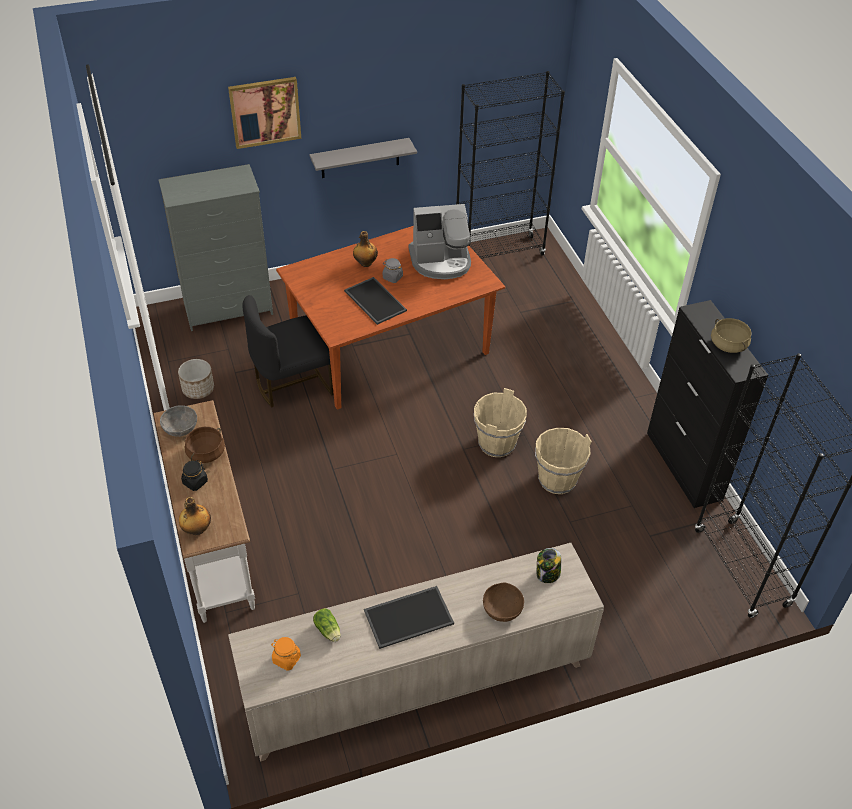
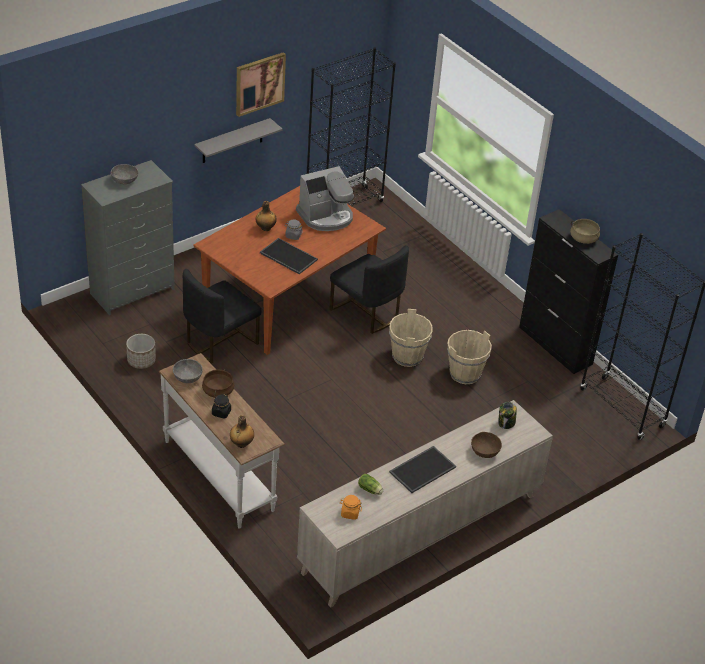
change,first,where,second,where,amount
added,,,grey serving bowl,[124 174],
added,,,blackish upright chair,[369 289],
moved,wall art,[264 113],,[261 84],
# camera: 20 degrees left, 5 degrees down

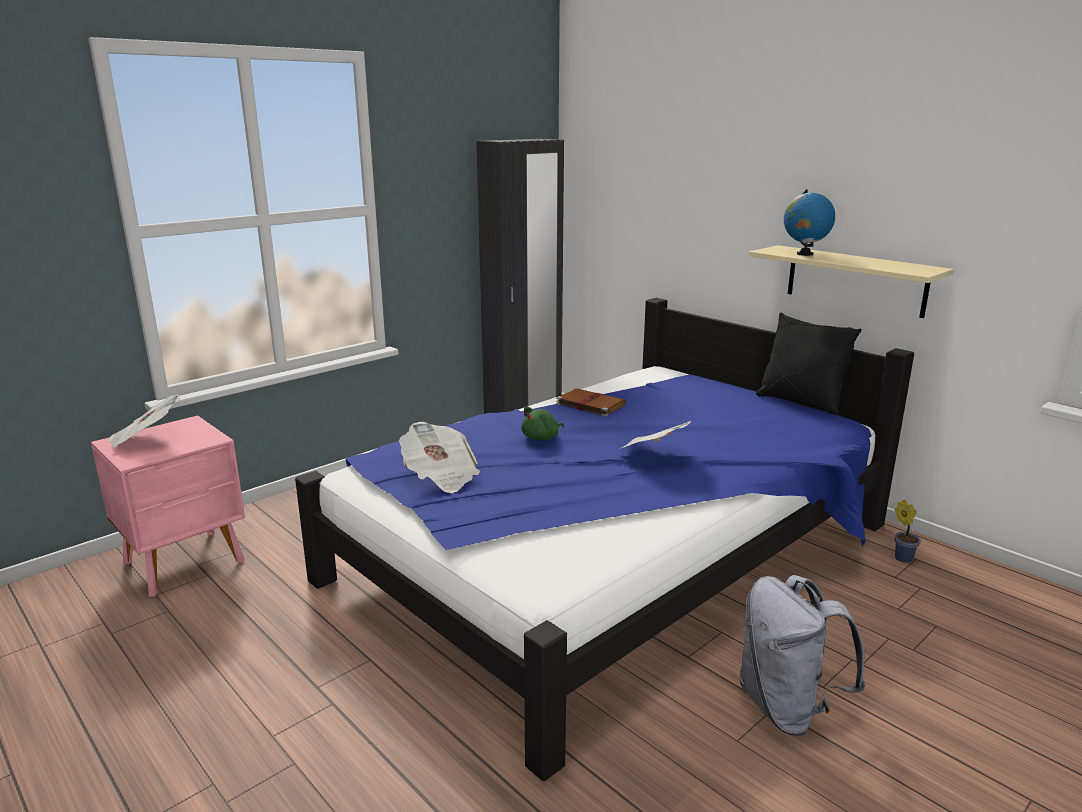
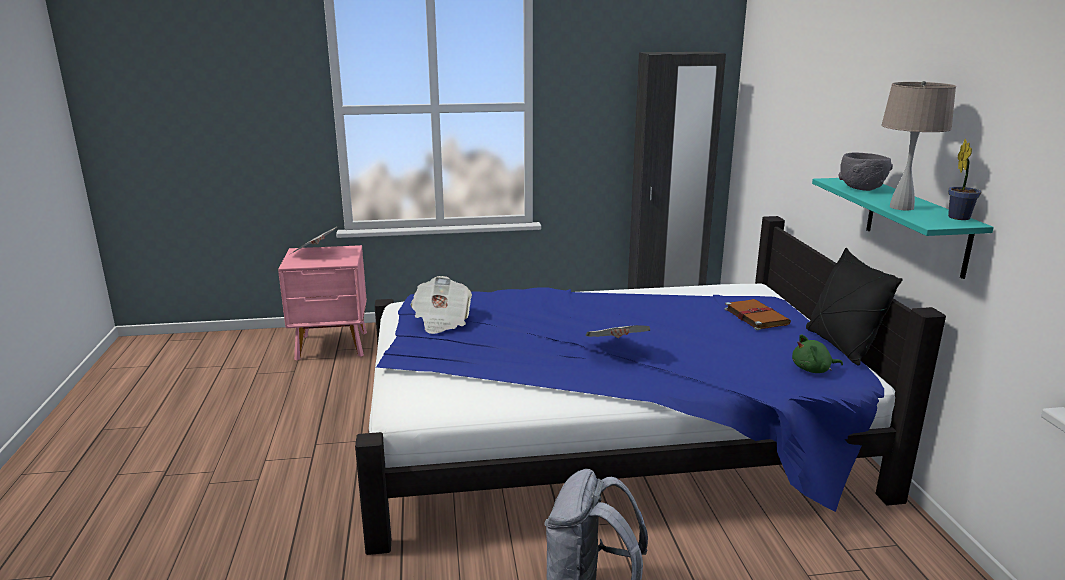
change,first,where,second,where,amount
added,,,sand-coloured lamp for a table,[918 145],
moved,greenish plush toy,[542 423],,[817 354],
moved,brown-coloured bound book,[591 402],,[757 314],
moved,potted plant,[907 531],,[964 179],
replaced,world globe,[809 222],grey serving bowl,[865 172],
recoloured,sand-coloured bracket shelf,[851 281],turquoise bracket shelf,[903 228],
# camera: 35 degrees right, 0 degrees up

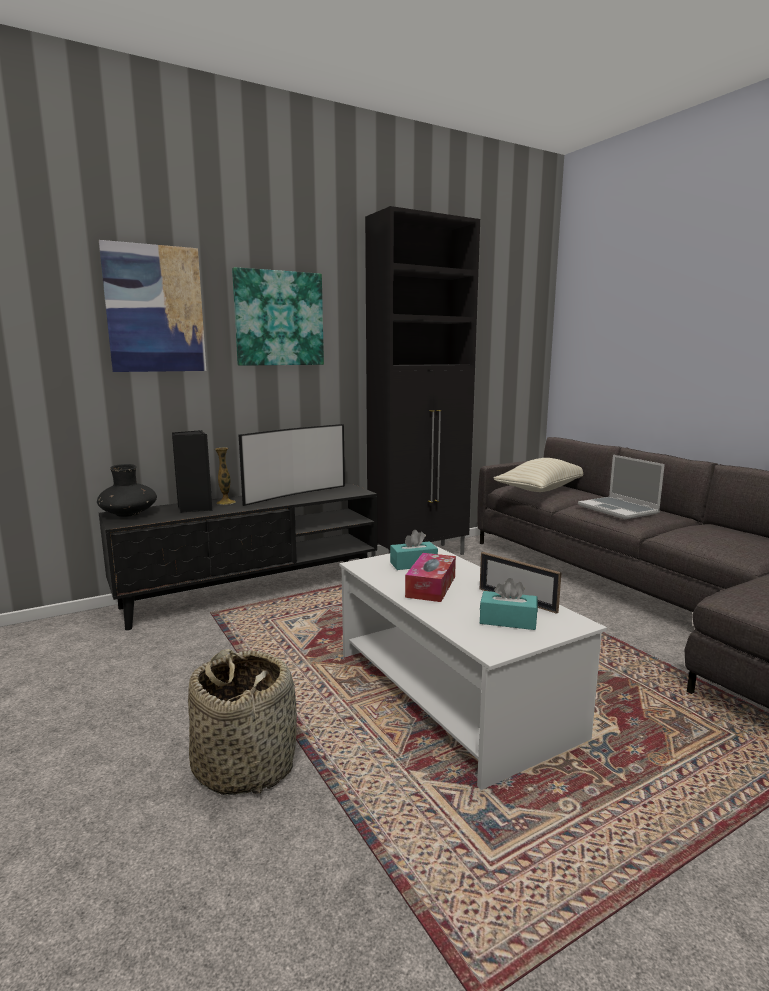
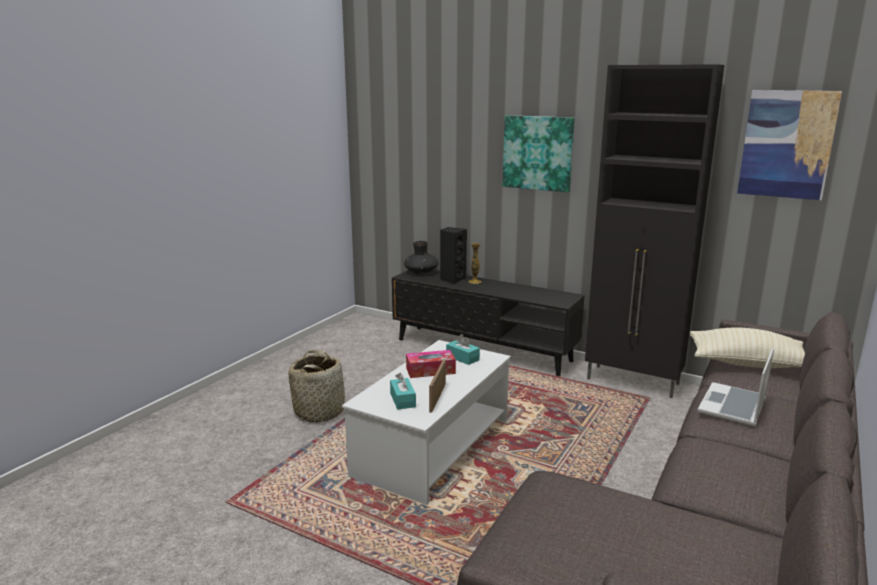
change,first,where,second,where,amount
removed,TV set,[292 465],,,
moved,wall art,[152 306],,[789 145],
# camera: 60 degrees right, 5 degrees up

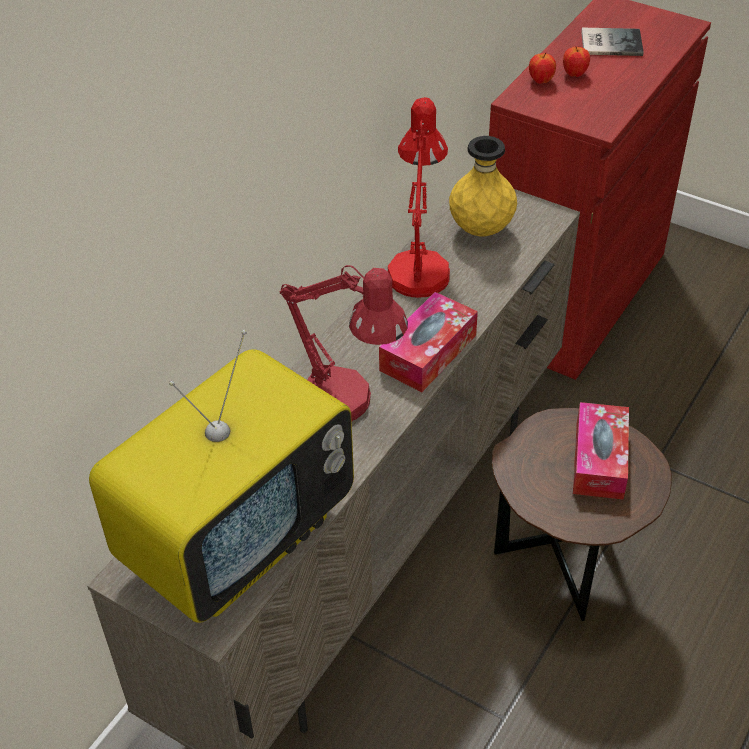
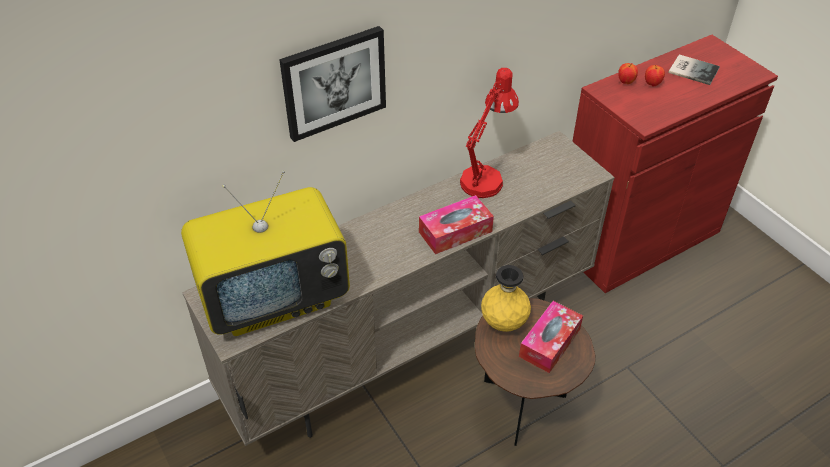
change,first,where,second,where,amount
removed,red lamp for a table,[344 343],,,
added,,,wall art,[332 84],
moved,yellow flower vase,[483 186],,[506 298],
# camera: 25 degrees right, 0 degrees up

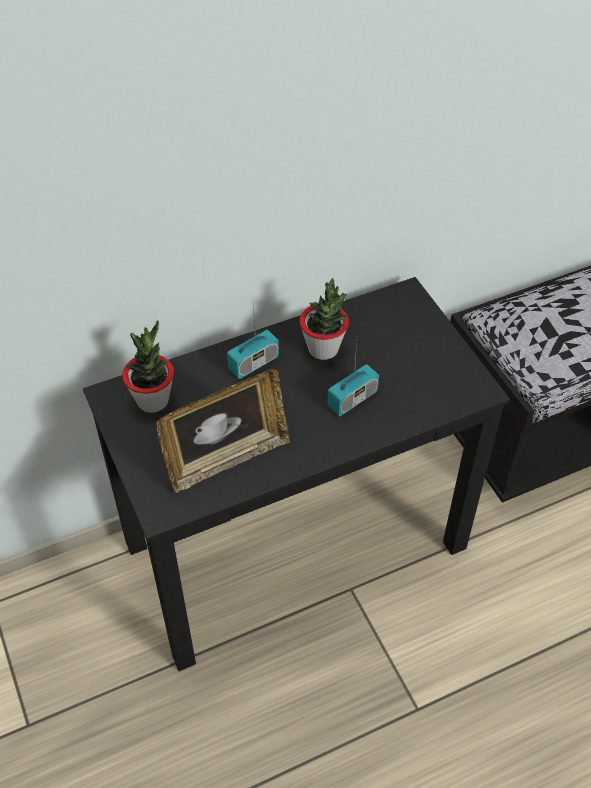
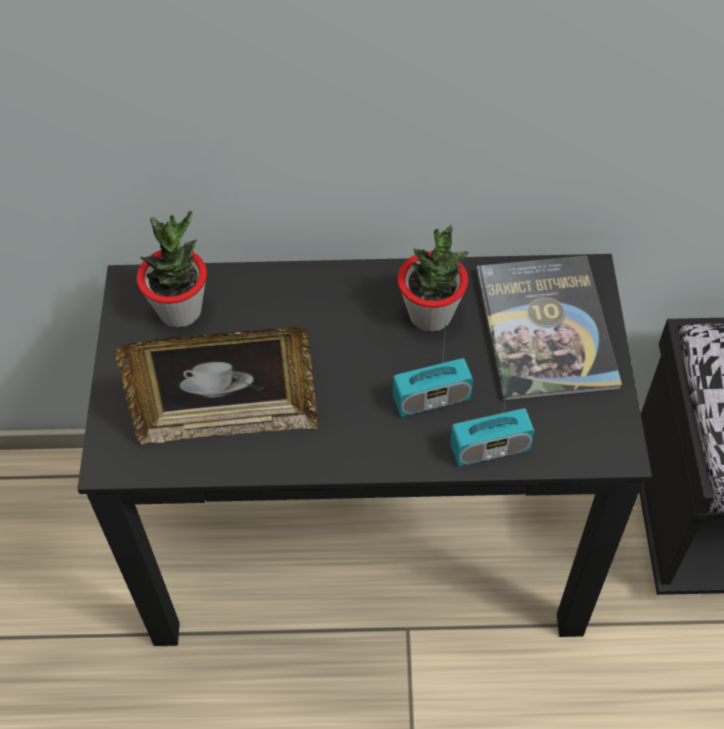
change,first,where,second,where,amount
added,,,bound book,[549 328],
moved,radio set,[253 339],,[492 419],
# camera: 25 degrees right, 5 degrees up

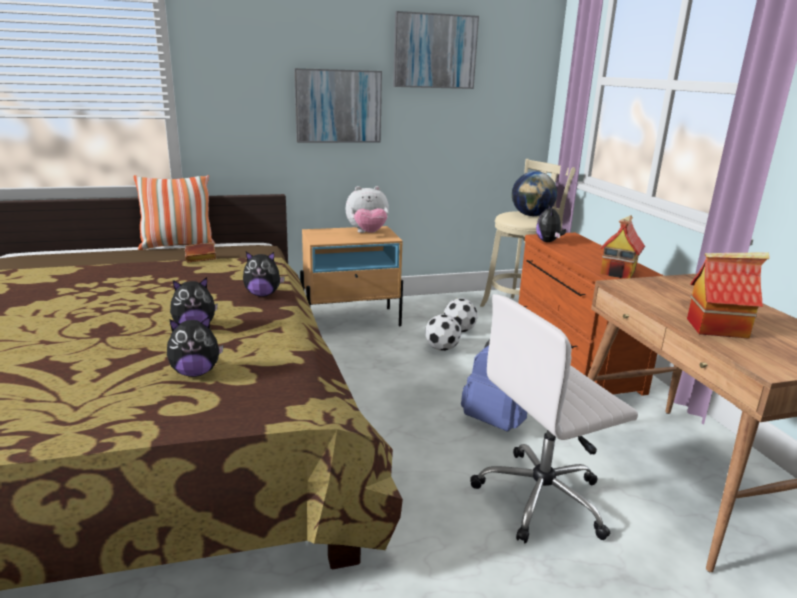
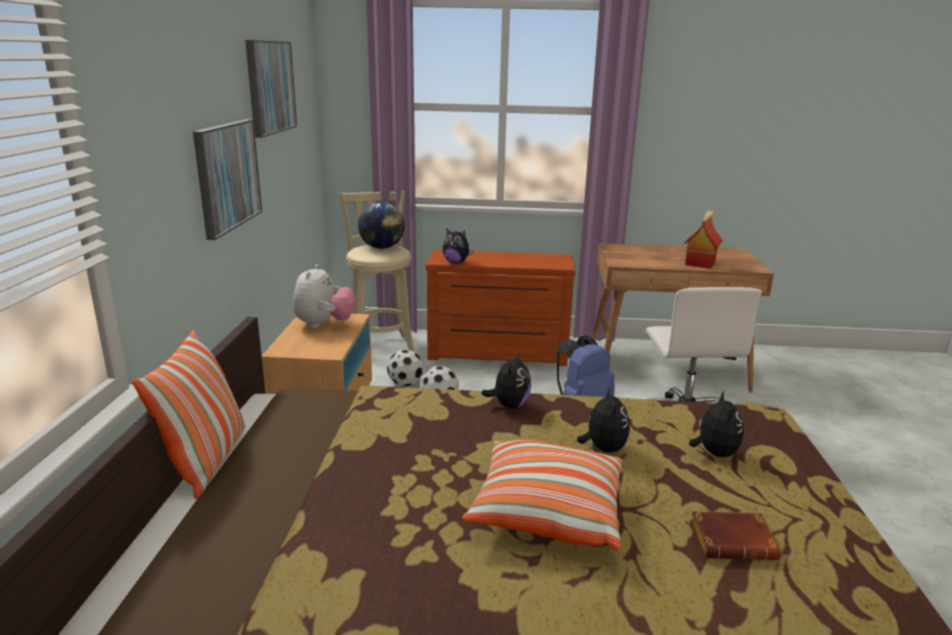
change,first,where,second,where,amount
removed,toy house,[622 247],,,
added,,,cushion,[542 495],
moved,brown-coloured bound book,[200 252],,[735 535],
# camera: 70 degrees left, 0 degrees up

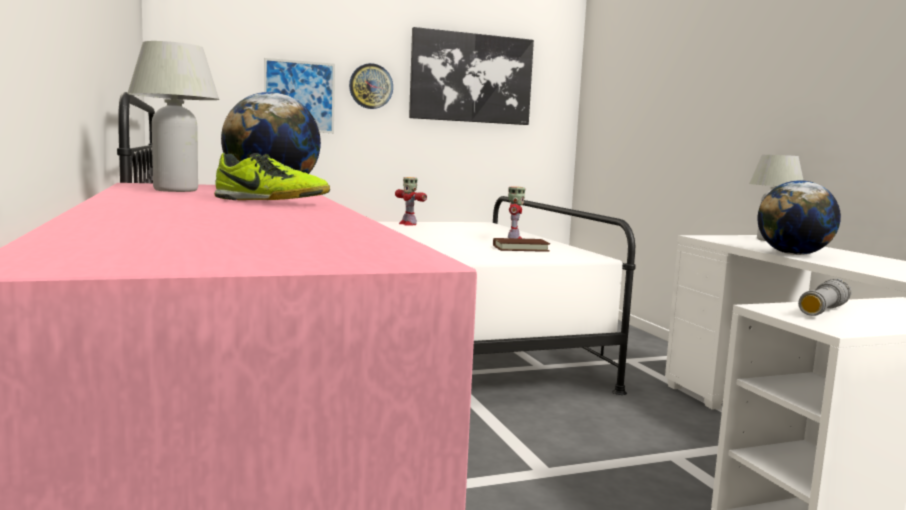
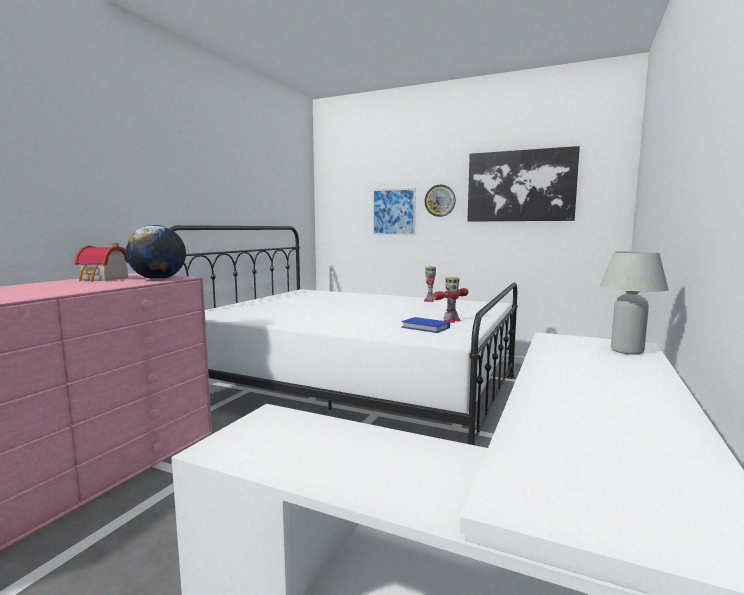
change,first,where,second,where,amount
removed,item of footwear,[272 176],,,
removed,world globe,[799 217],,,
removed,grey flashlight,[825 297],,,
replaced,white lamp for a table,[173 116],toy house,[101 262],
recoloured,brown-coloured bound book,[521 245],bluish bound book,[425 325],
# camera: 45 degrees right, 0 degrees up

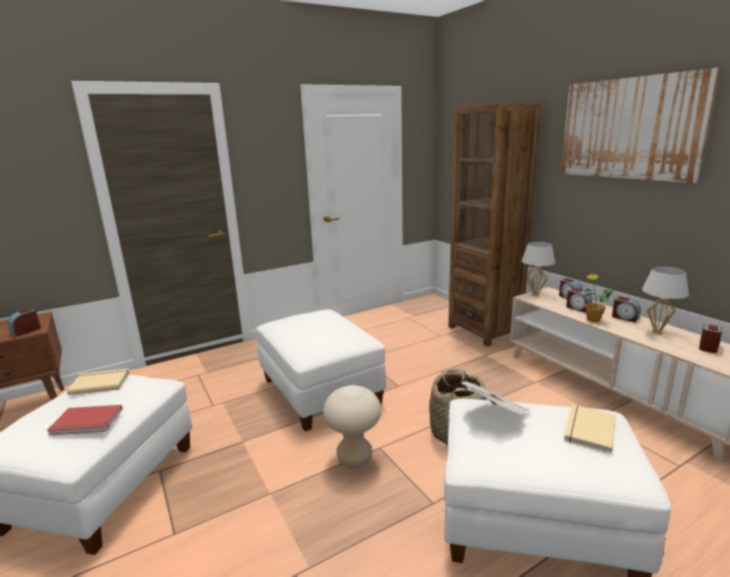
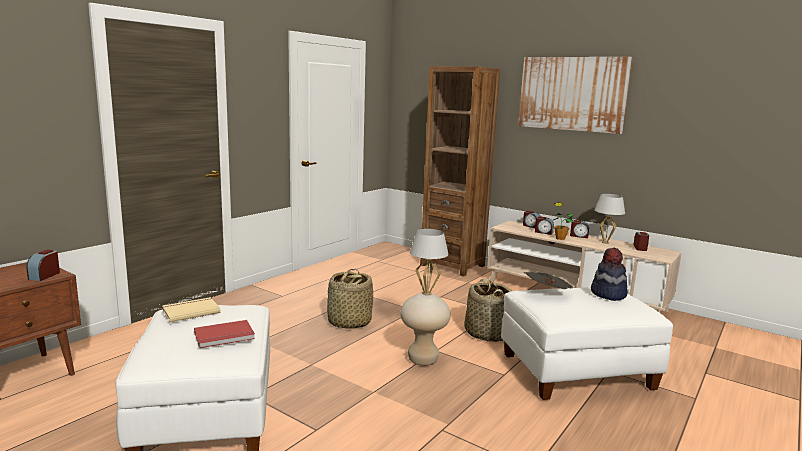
change,first,where,second,where,amount
moved,white lamp for a table,[538 269],,[429 262],
replaced,white ottoman,[321 370],household basket,[350 299],
replaced,sand-coloured bound book,[590 428],hat,[609 274],
# camera: 25 degrees left, 5 degrees down

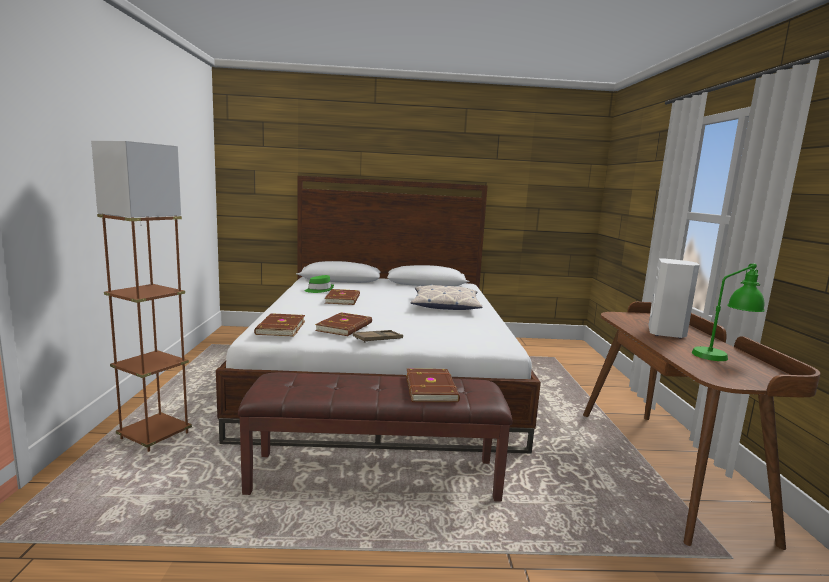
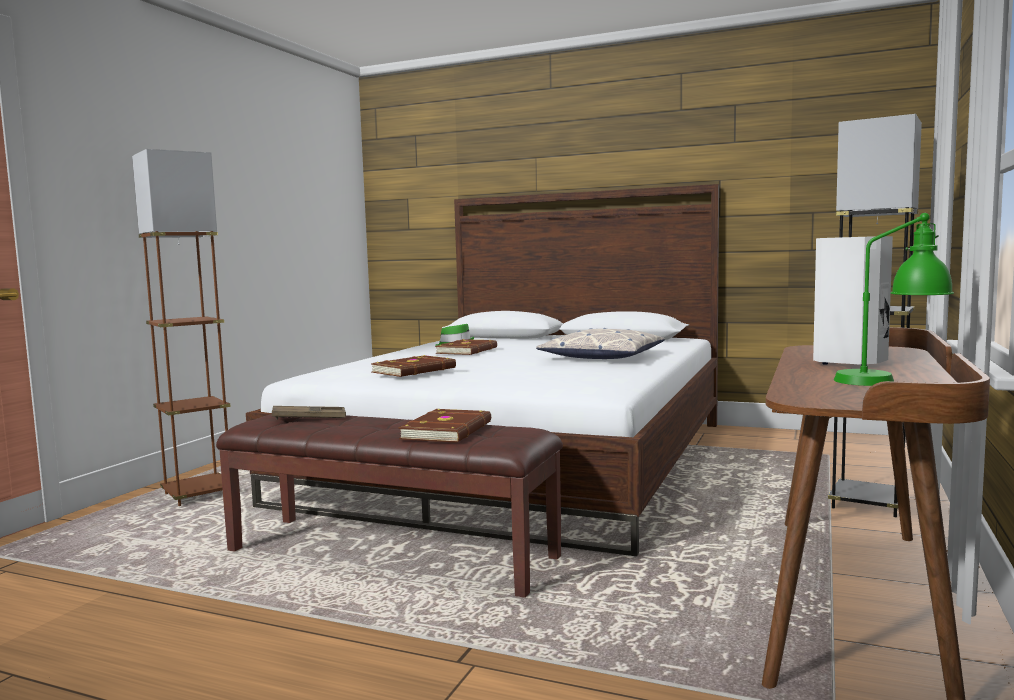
change,first,where,second,where,amount
removed,brown-coloured bound book,[279 325],,,
added,,,grey floor lamp,[875 316],
moved,brown-coloured tray,[378 336],,[309 413],
# camera: 25 degrees right, 5 degrees down

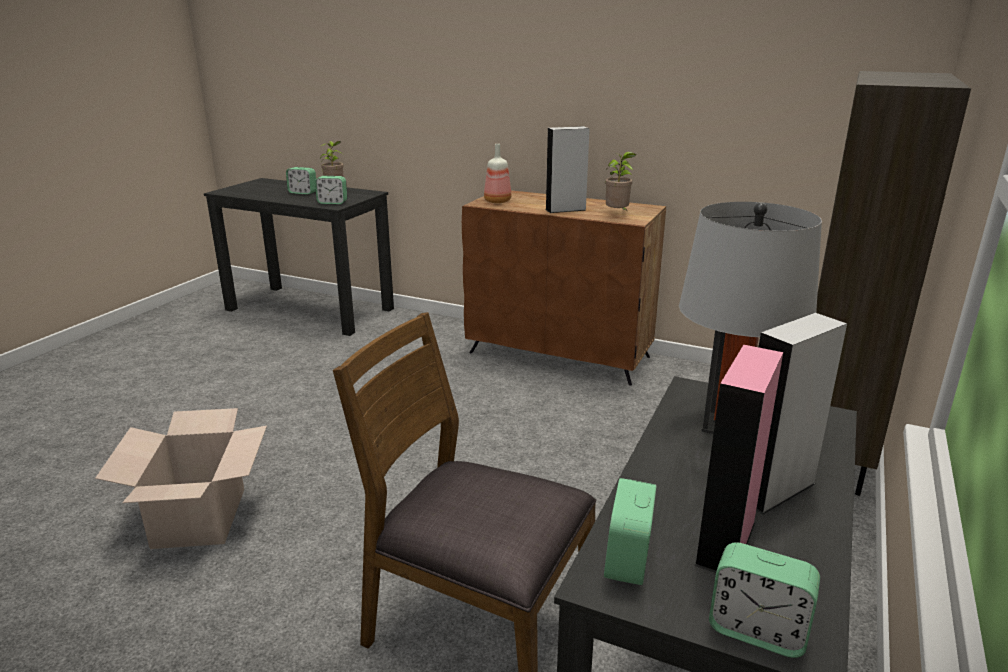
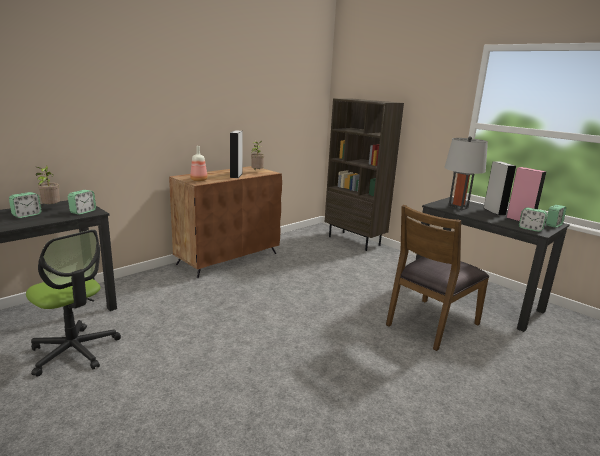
change,first,where,second,where,amount
removed,carton,[181 478],,,
added,,,office chair,[73 303],
# camera: 70 degrees left, 5 degrees down

